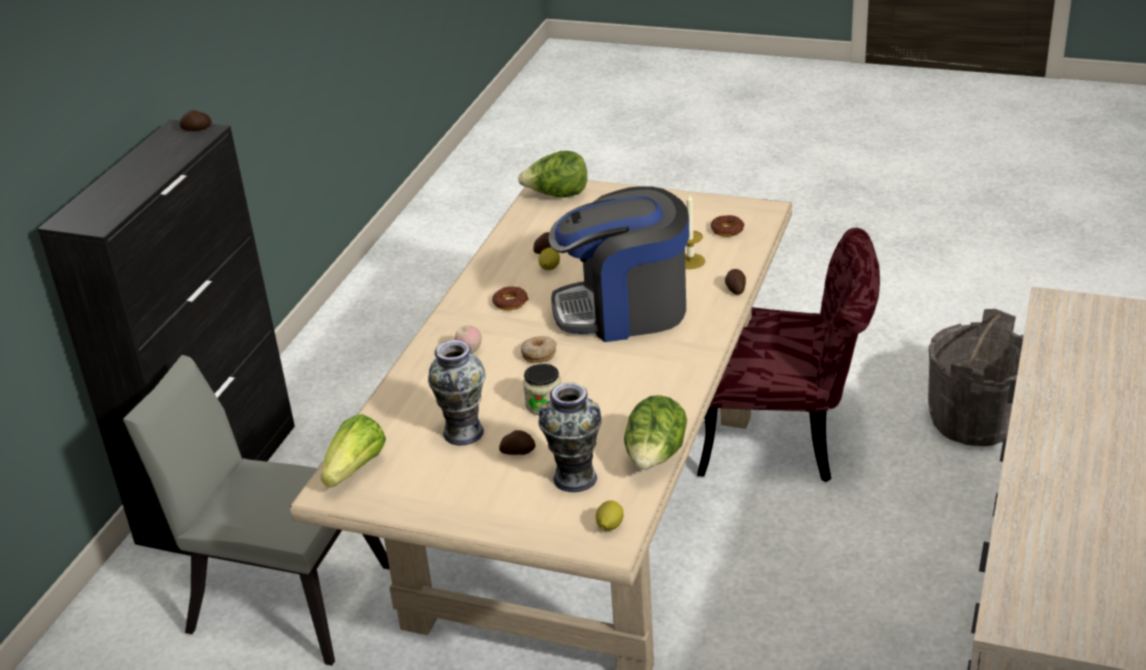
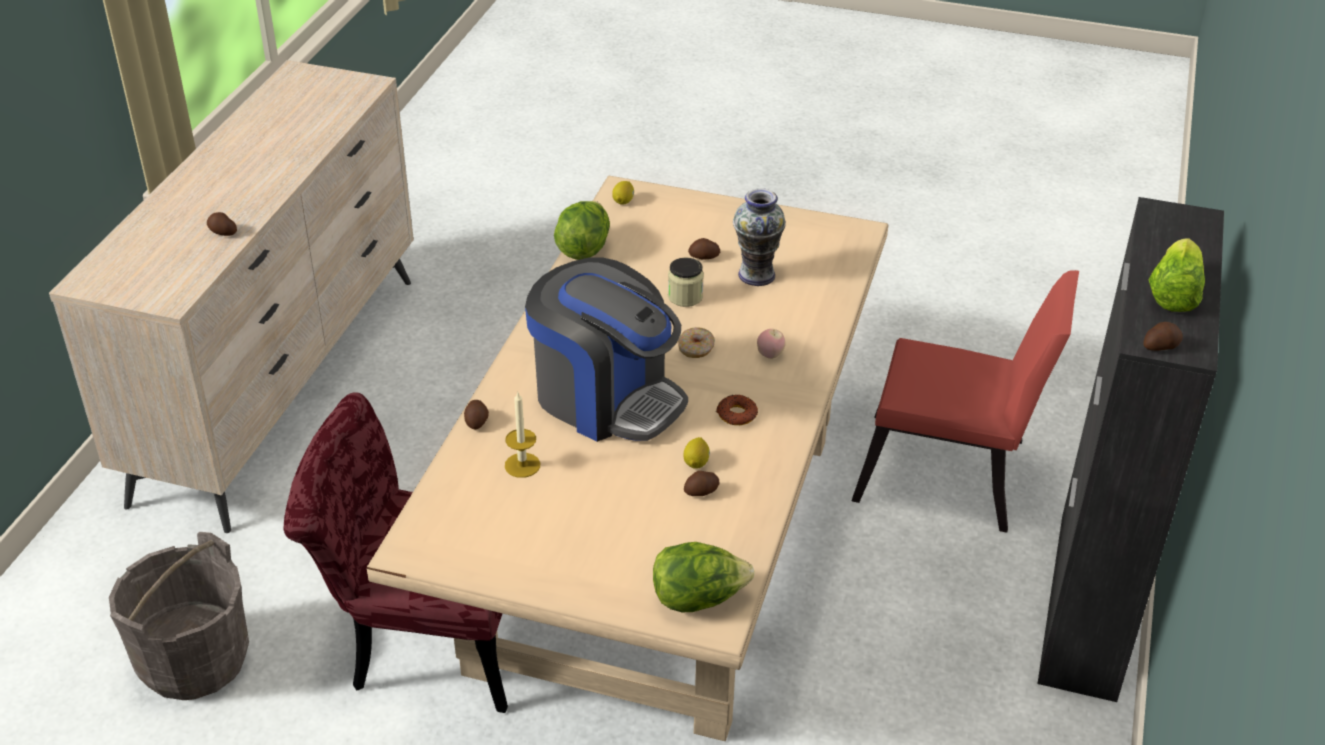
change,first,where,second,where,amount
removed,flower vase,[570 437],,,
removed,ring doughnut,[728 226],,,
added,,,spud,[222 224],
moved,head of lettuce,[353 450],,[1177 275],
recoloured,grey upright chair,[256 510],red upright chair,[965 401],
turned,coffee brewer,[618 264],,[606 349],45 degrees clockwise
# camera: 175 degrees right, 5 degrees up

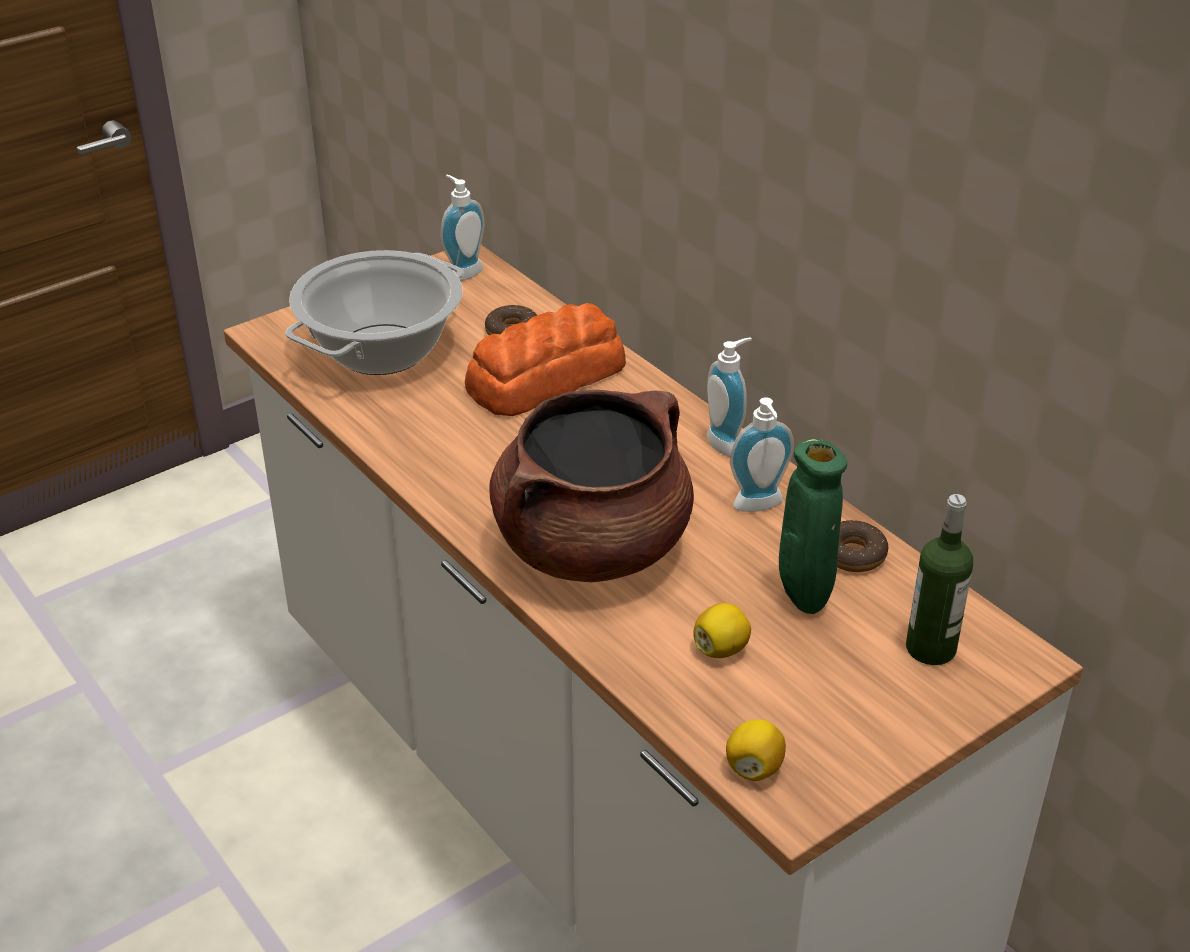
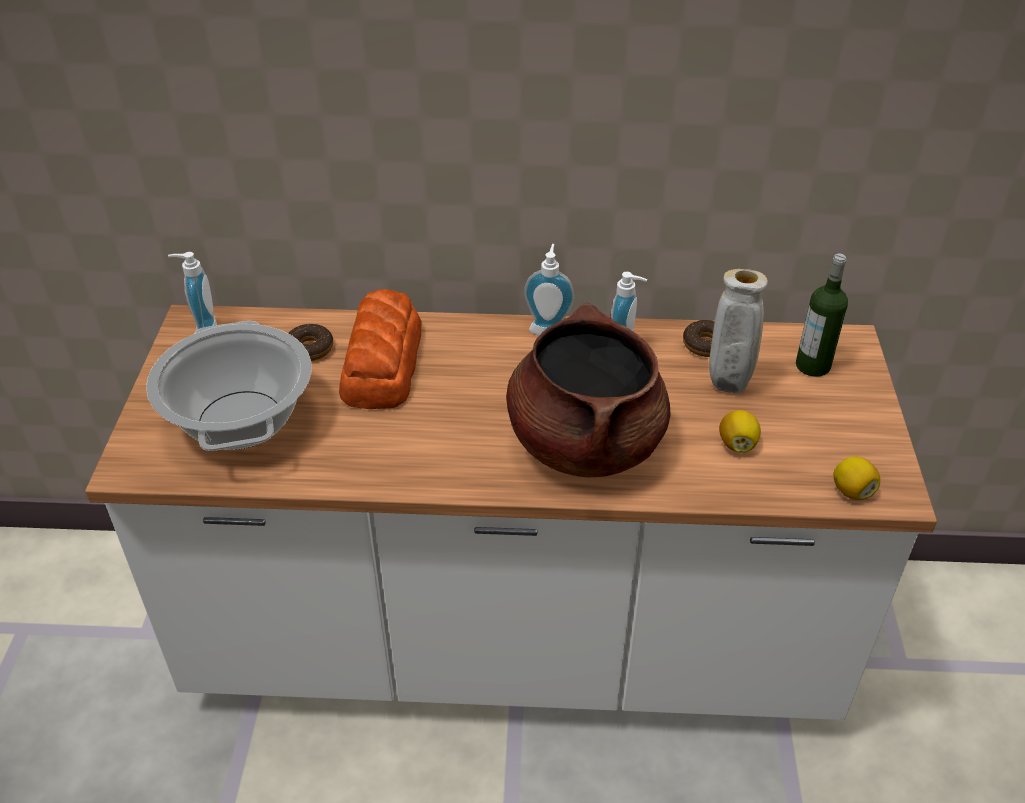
change,first,where,second,where,amount
recoloured,greenish flower vase,[813 526],sand-coloured flower vase,[738 331],
# camera: 50 degrees left, 5 degrees up

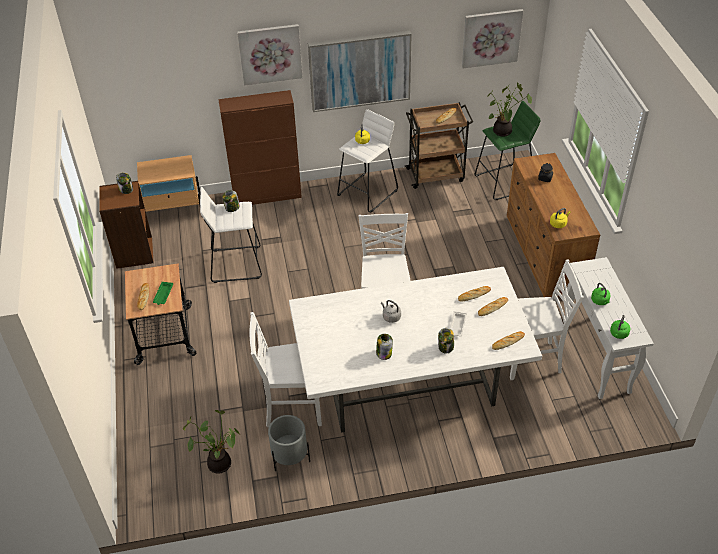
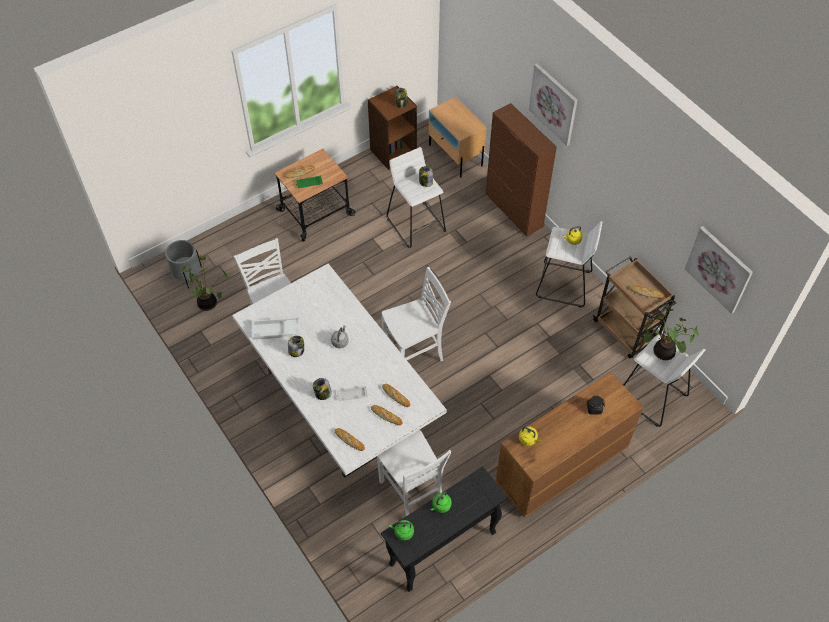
change,first,where,second,where,amount
removed,wall art,[360 71],,,
added,,,white tray,[276 328],
moved,grey planter,[289 443],,[183 264],
recoloured,greenish stool,[507 150],white stool,[664 380],
recoloured,white console table,[608 328],blackish console table,[444 529],
# camera: 65 degrees right, 10 degrees up

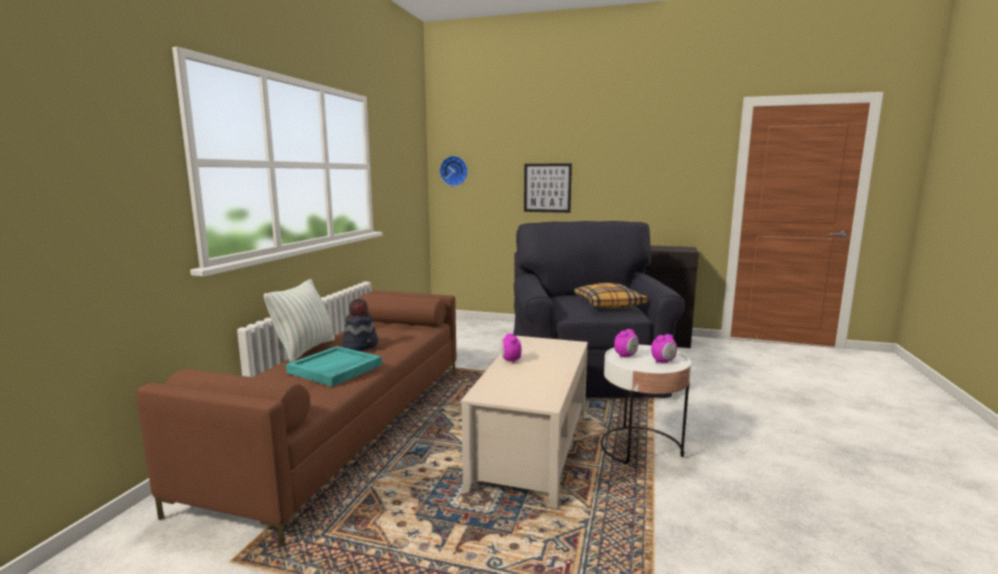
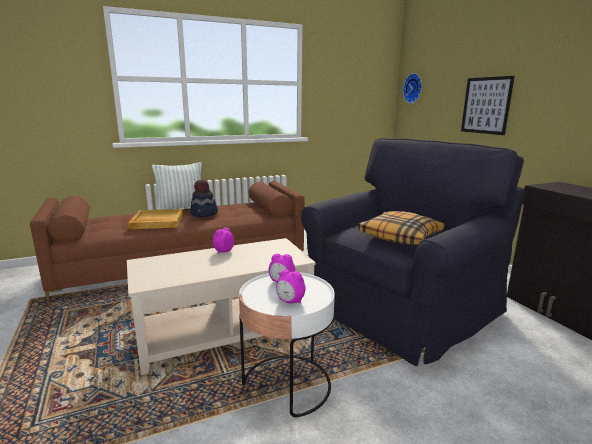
change,first,where,second,where,amount
recoloured,turquoise tray,[334 366],sand-coloured tray,[155 219],
# camera: 50 degrees right, 5 degrees up

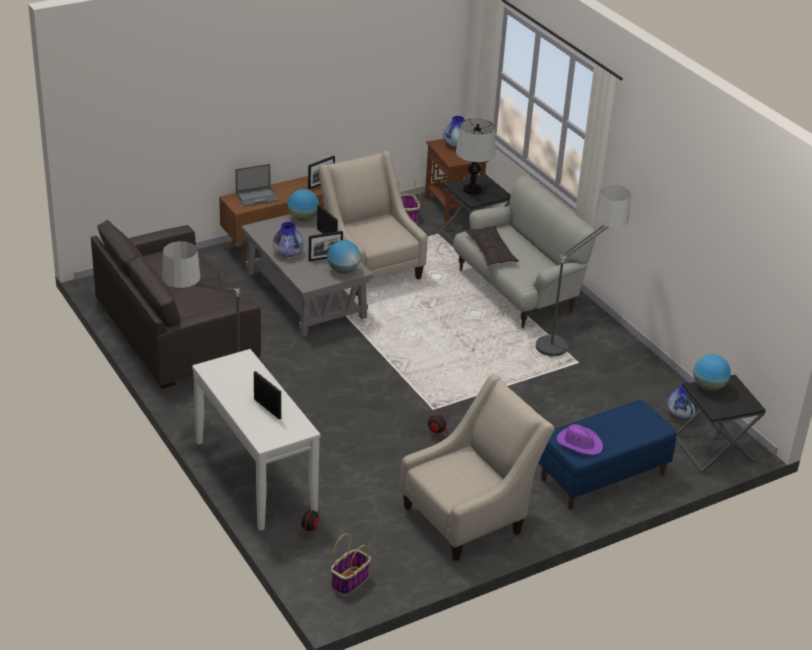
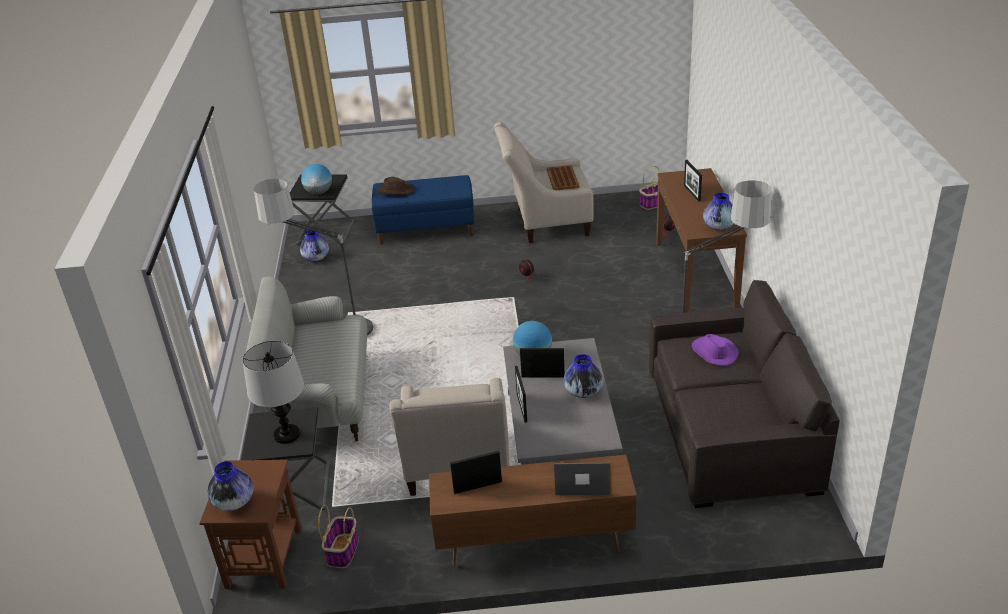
change,first,where,second,where,amount
removed,world globe,[303 205],,,
removed,cushion,[492 246],,,
added,,,brown-coloured hat,[395 186],
added,,,brown-coloured tray,[563 177],
added,,,flower vase,[718 211],
moved,purplish hat,[580 439],,[715 350],
recoloured,white console table,[256 440],brown-coloured console table,[701 240],
# camera: 150 degrees left, 0 degrees up

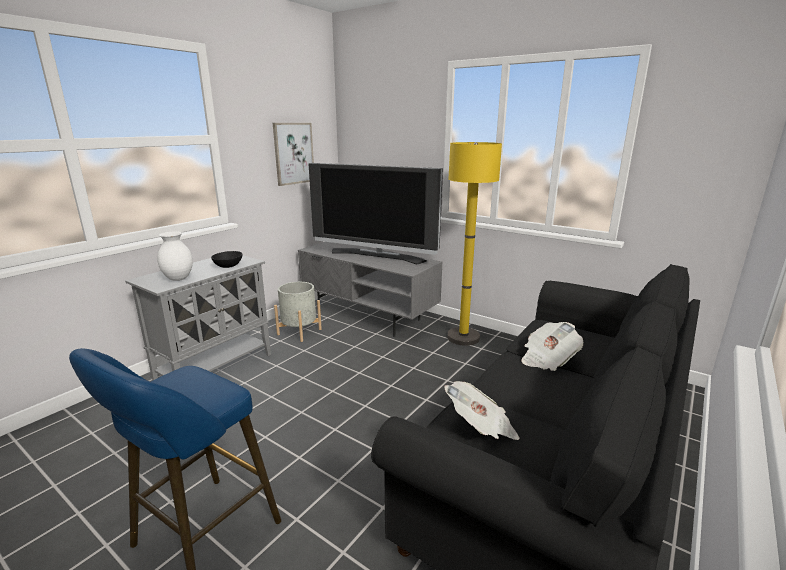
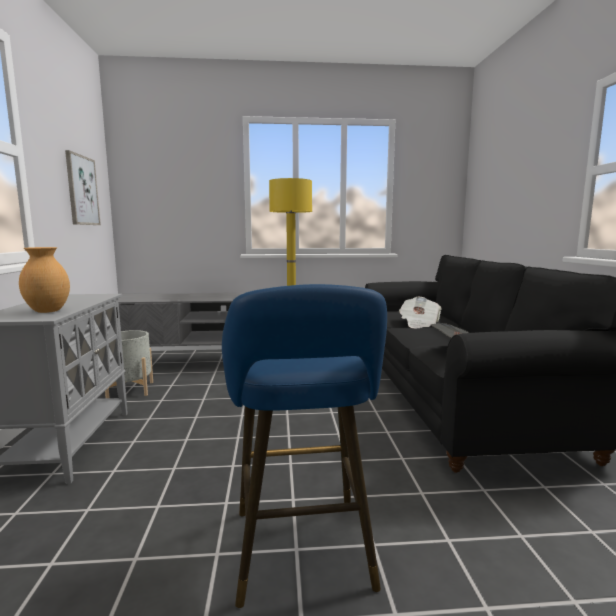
change,first,where,second,where,amount
removed,blackish serving bowl,[227 259],,,
removed,TV set,[376 213],,,
recoloured,white flower vase,[175 256],brown-coloured flower vase,[44 280],
# camera: 40 degrees left, 10 degrees down

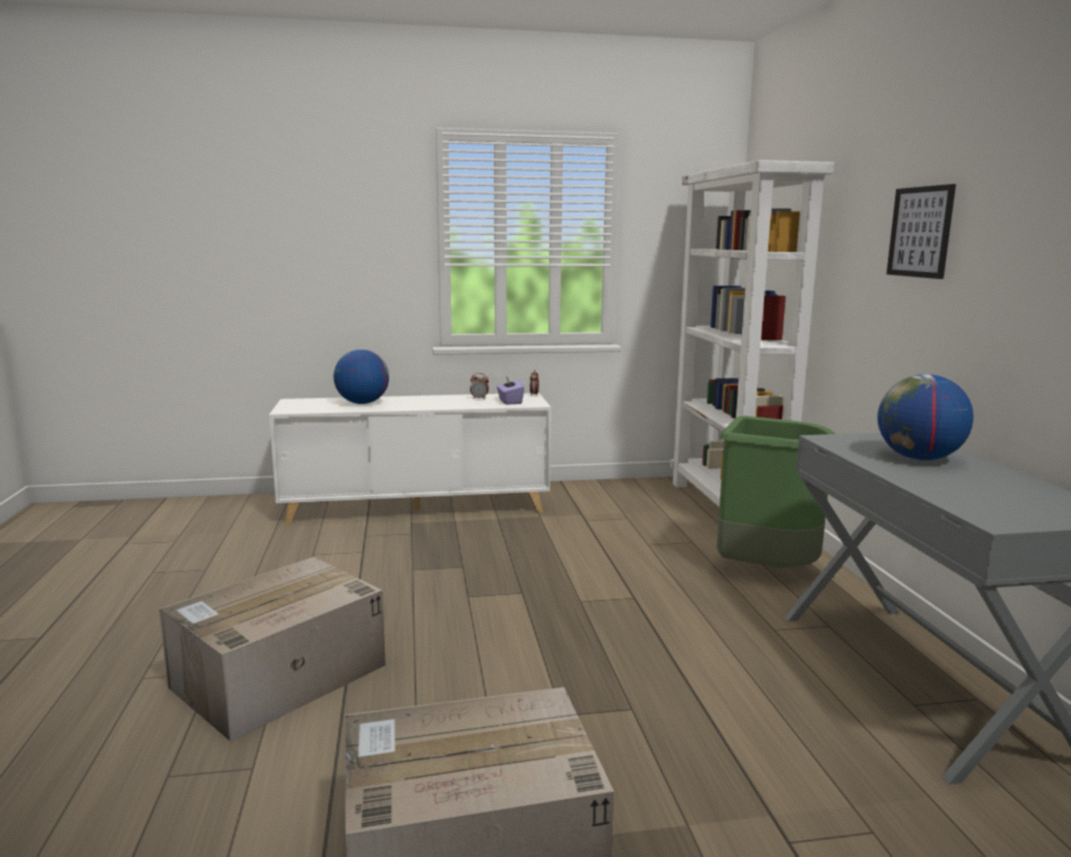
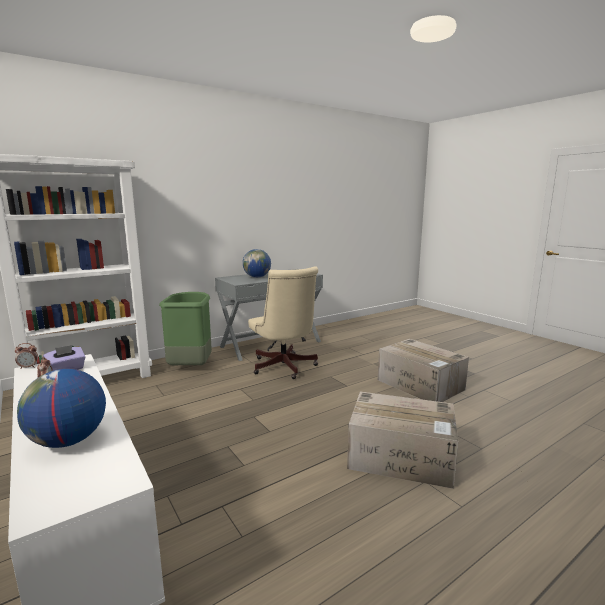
change,first,where,second,where,amount
removed,wall art,[921 231],,,
added,,,sand-coloured office chair,[283 323],
# camera: 115 degrees left, 0 degrees up

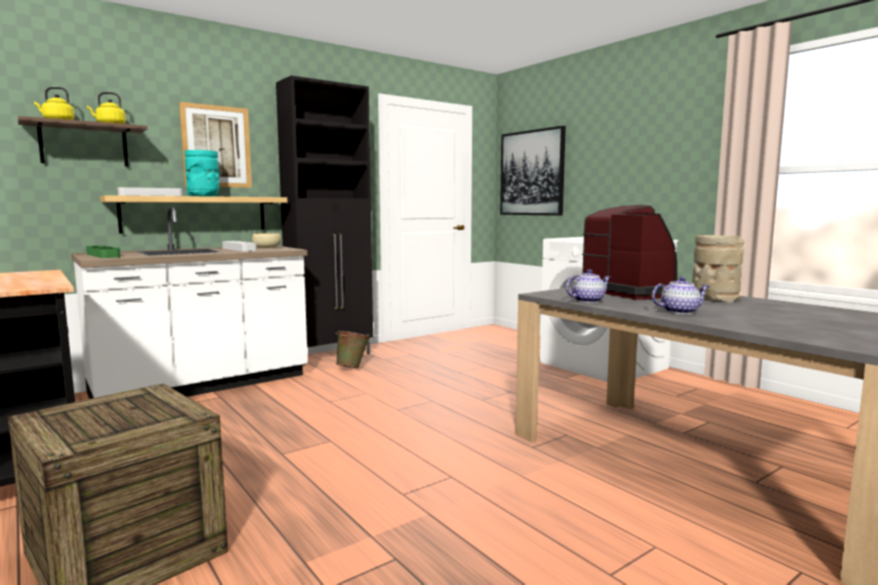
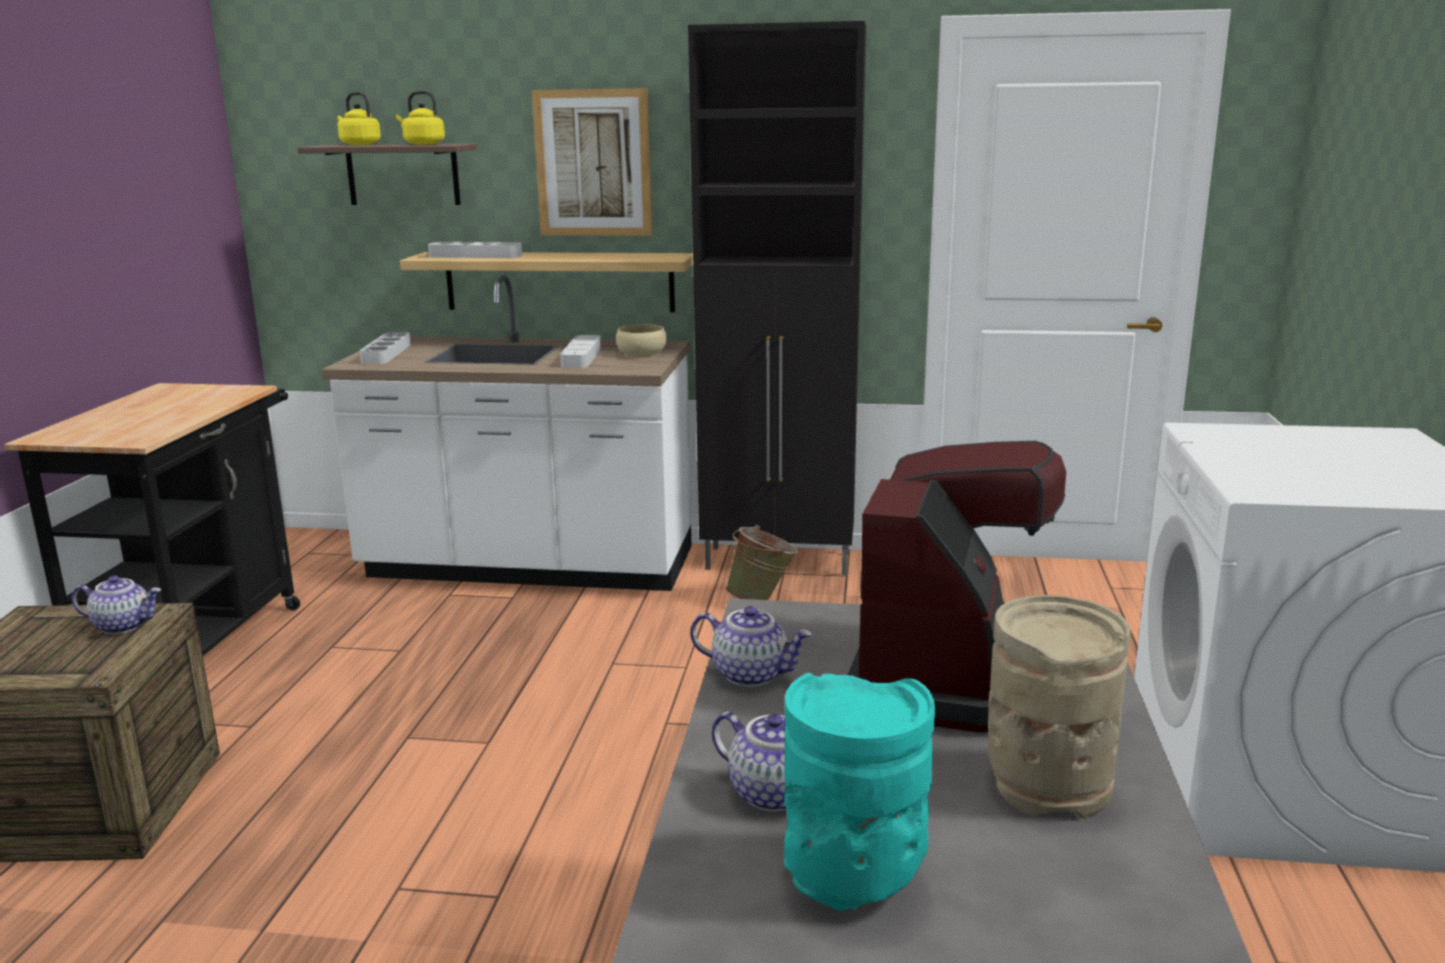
change,first,where,second,where,amount
removed,wall art,[533 171],,,
added,,,pot for tea,[116 605],
moved,turquoise flower vase,[202 173],,[859 792],
recoloured,greenish tray,[103 251],grey tray,[385 348],
# camera: 45 degrees right, 10 degrees up

